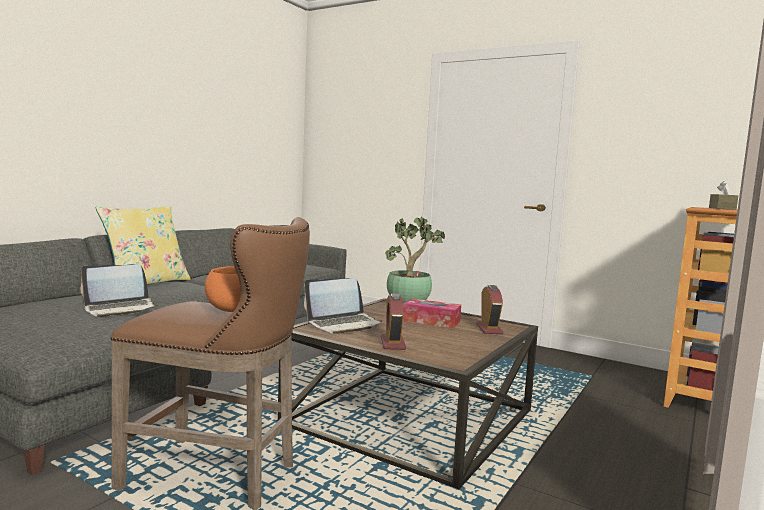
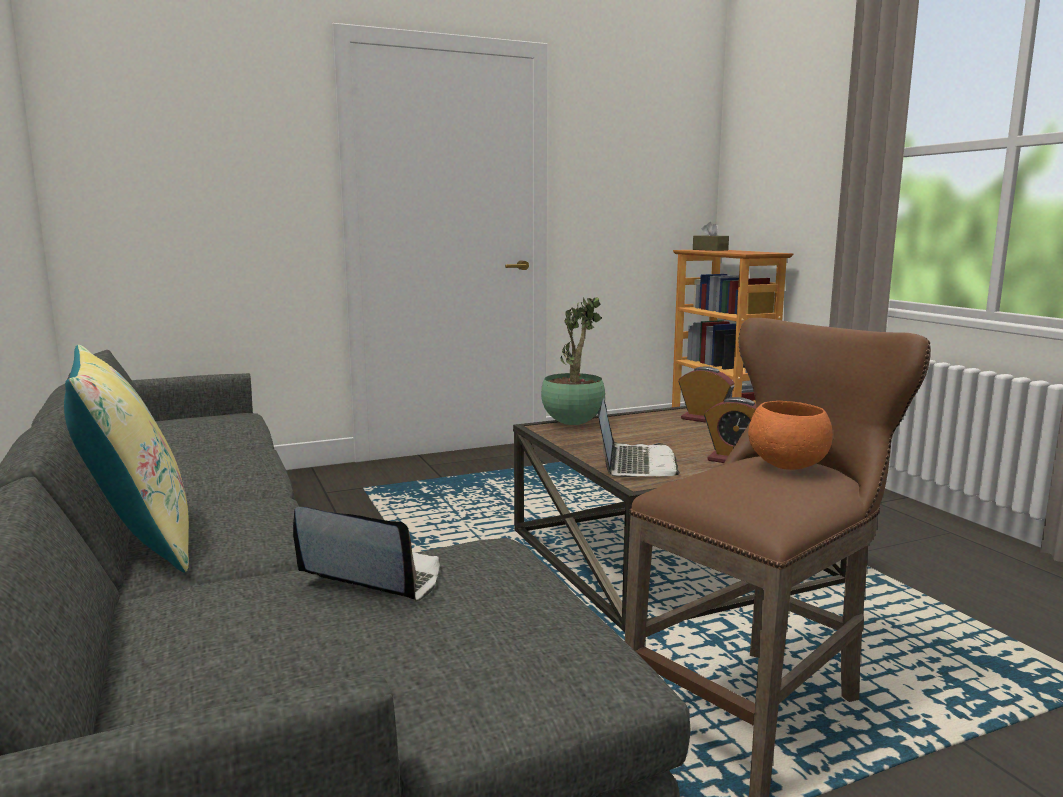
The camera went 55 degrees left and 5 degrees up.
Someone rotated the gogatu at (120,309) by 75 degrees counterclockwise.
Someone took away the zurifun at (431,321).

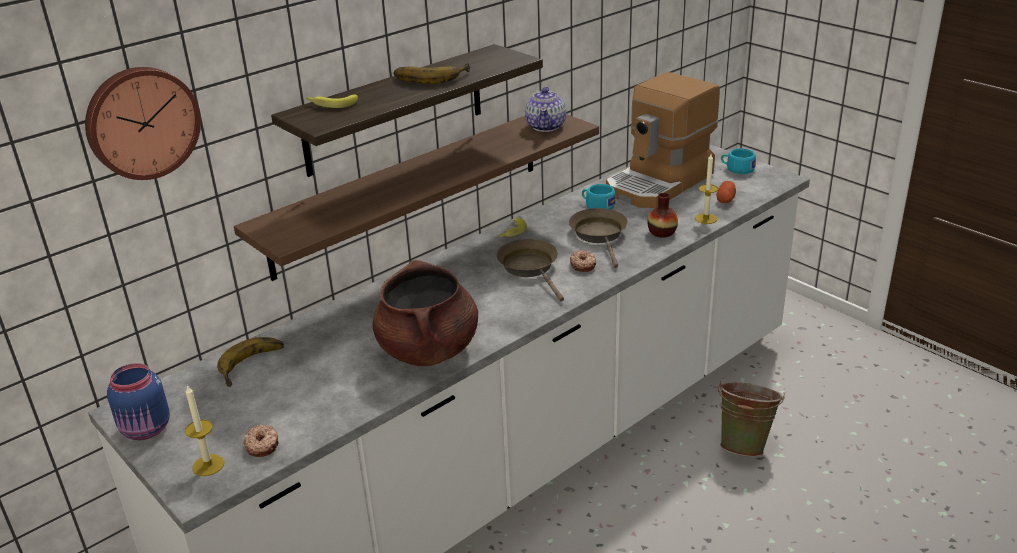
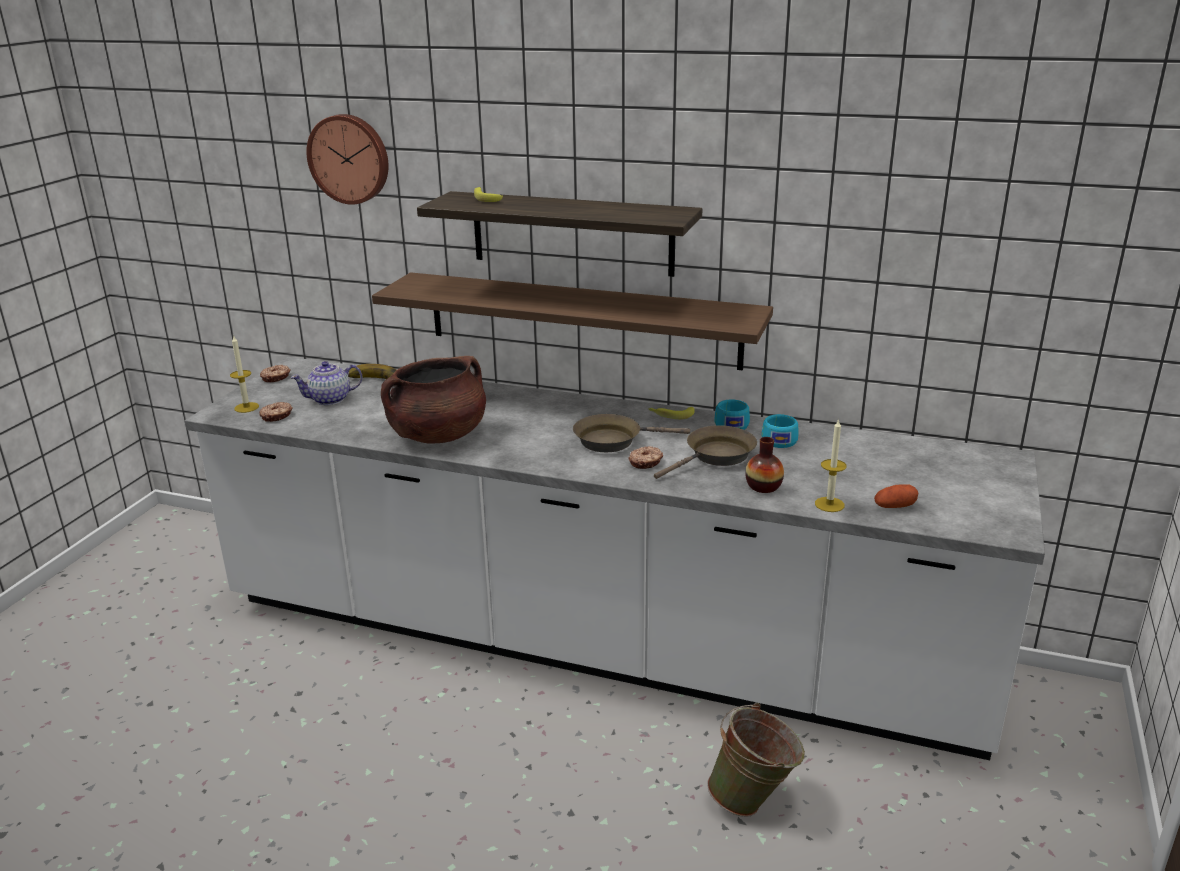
The camera went 60 degrees right and 5 degrees down.
Someone took away the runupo at (430,76).
Someone took away the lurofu at (660,183).
Someone carried the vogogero from (546,126) to (330,399).
Someone carried the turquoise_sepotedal from (737,169) to (731,424).
Someone rotated the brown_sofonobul at (530,268) by 135 degrees counterclockwise.
Someone swapped the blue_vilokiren at (147,430) for the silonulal at (276,378).

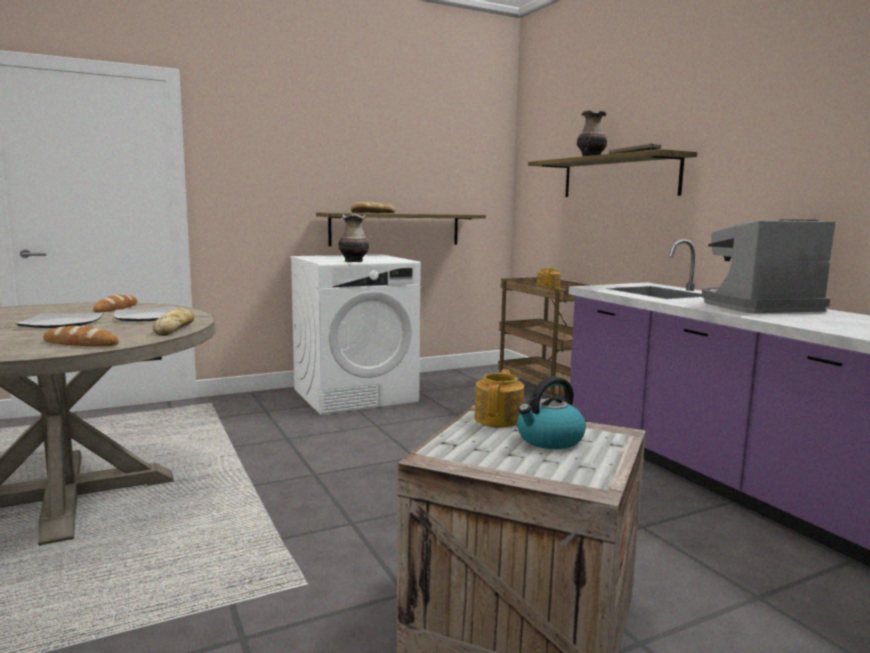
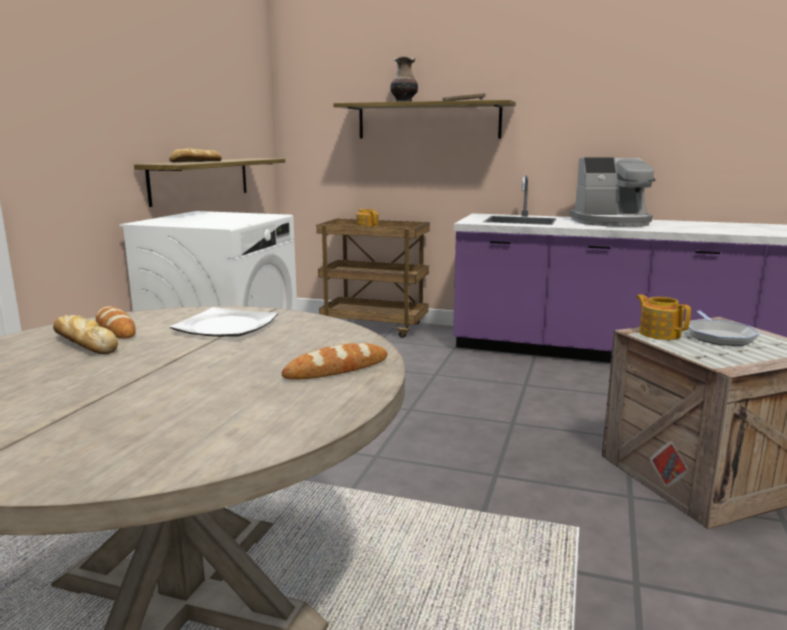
The camera went 45 degrees left and 5 degrees up.
Someone took away the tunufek at (354,261).
Someone rotated the lurofu at (758,306) by 120 degrees counterclockwise.
Someone carried the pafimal from (175,328) to (84,343).
Someone took away the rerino at (61,323).
Someone swapped the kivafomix at (549,440) for the sofonobul at (718,336).

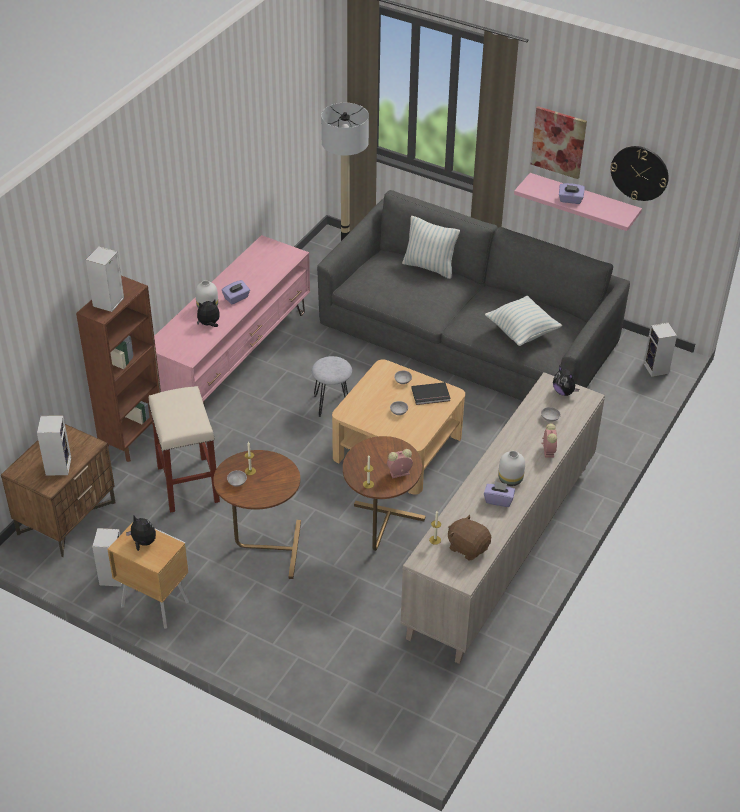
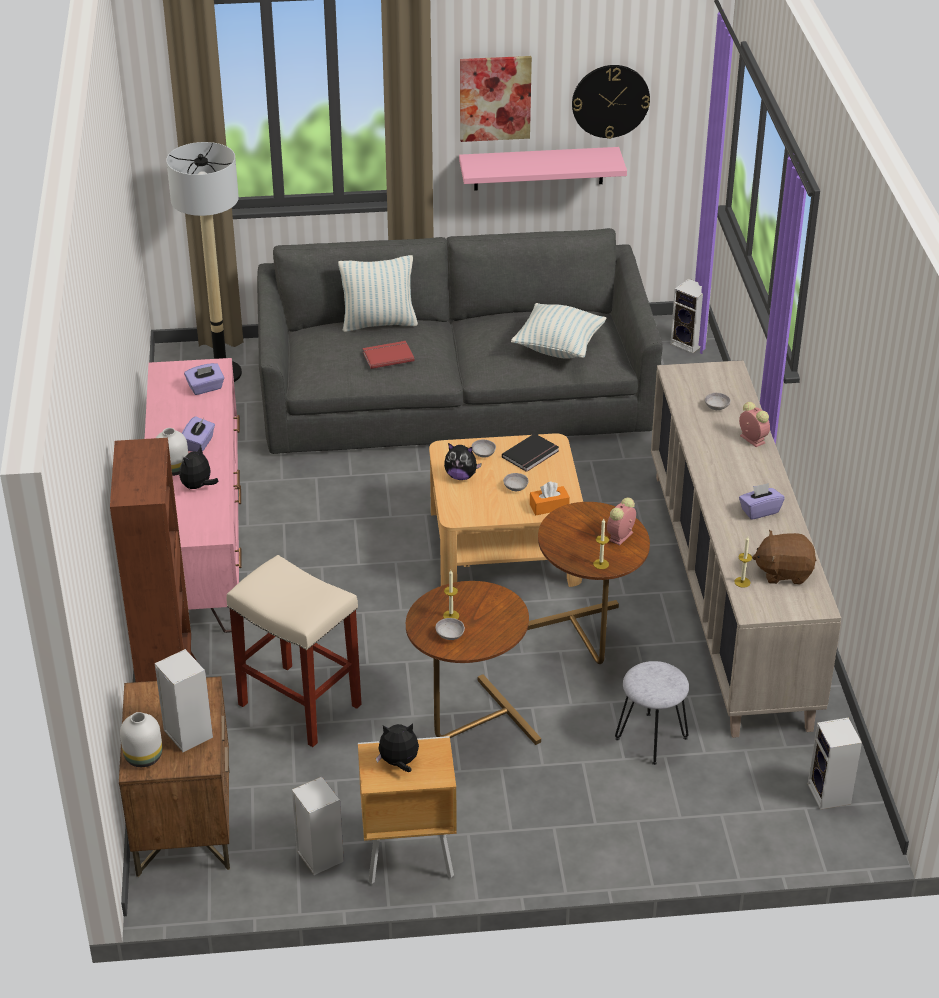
The camera went 35 degrees left and 5 degrees down.
Someone carried the purple_zurifun from (570,200) to (205,388).
Someone carried the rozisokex from (108,303) to (830,795).
Someone carried the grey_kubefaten from (331,404) to (651,738).
Someone carried the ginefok from (564,392) to (461,476).
Someone carried the white_tunufek from (510,480) to (143,758).
Someone put down the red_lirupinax at (387,356).
Someone put down the orange_zurifun at (549,506).

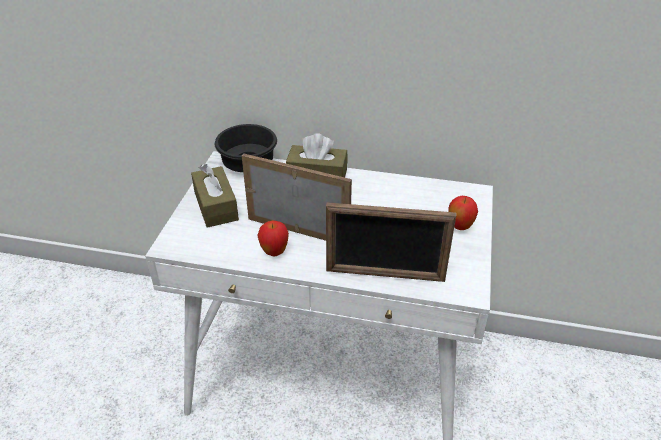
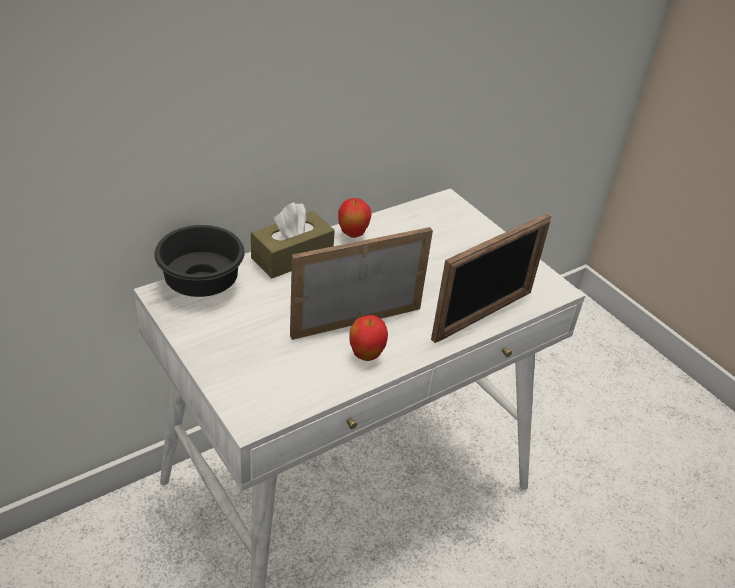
The camera went 50 degrees left and 0 degrees up.
Someone took away the brown_zurifun at (216,206).
Someone carried the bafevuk from (460,227) to (353,234).

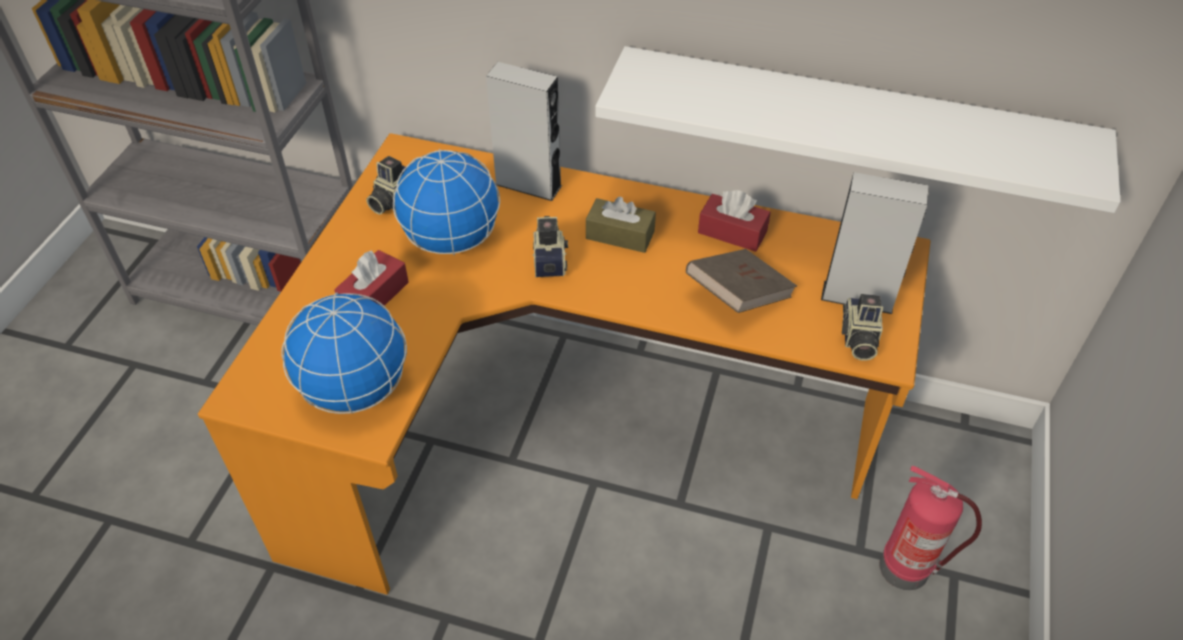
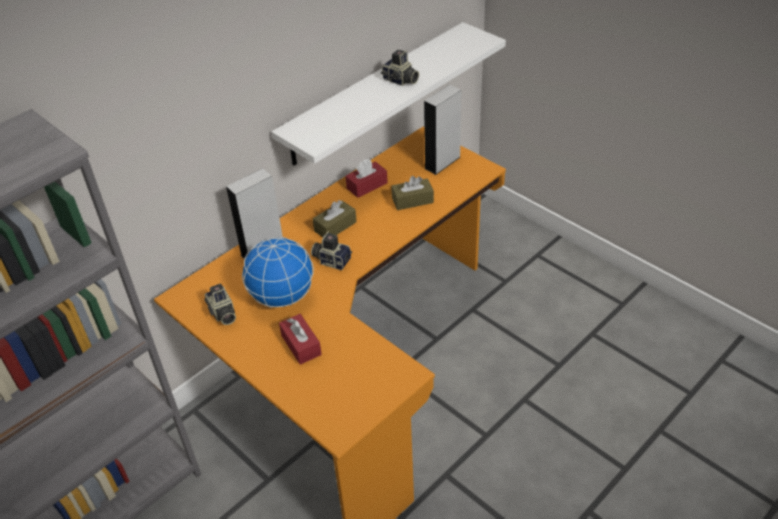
The camera went 60 degrees left and 5 degrees down.
Someone swapped the brown_lirupinax at (738,296) for the brown_zurifun at (412,200).
Someone took away the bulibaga at (355,389).
Someone carried the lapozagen from (858,339) to (400,80).
Someone took away the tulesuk at (907,568).

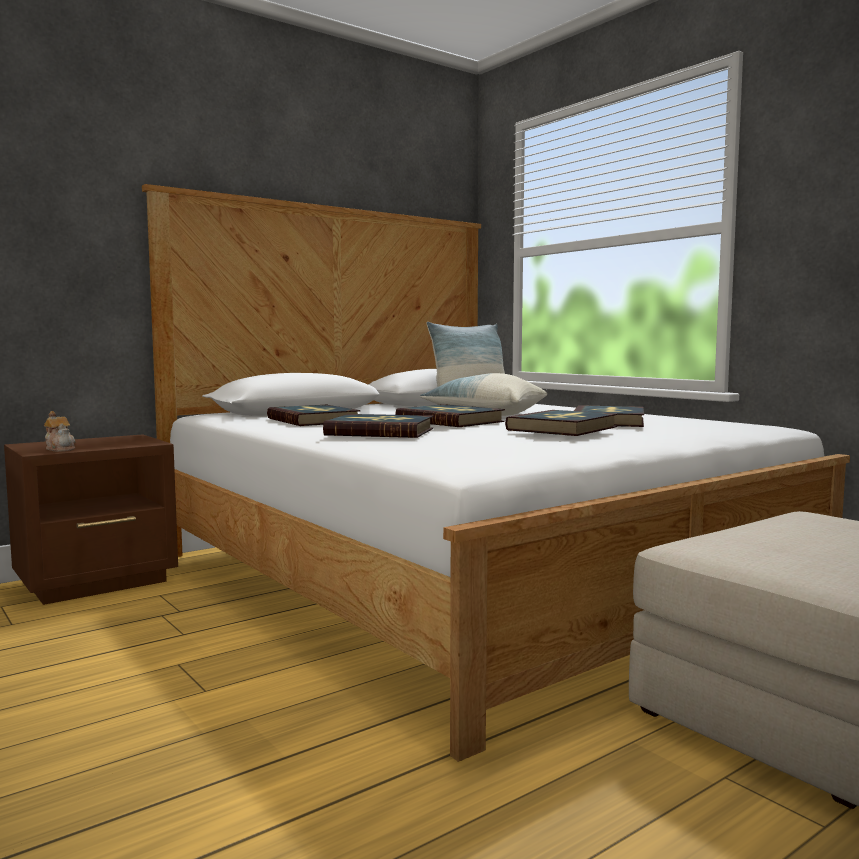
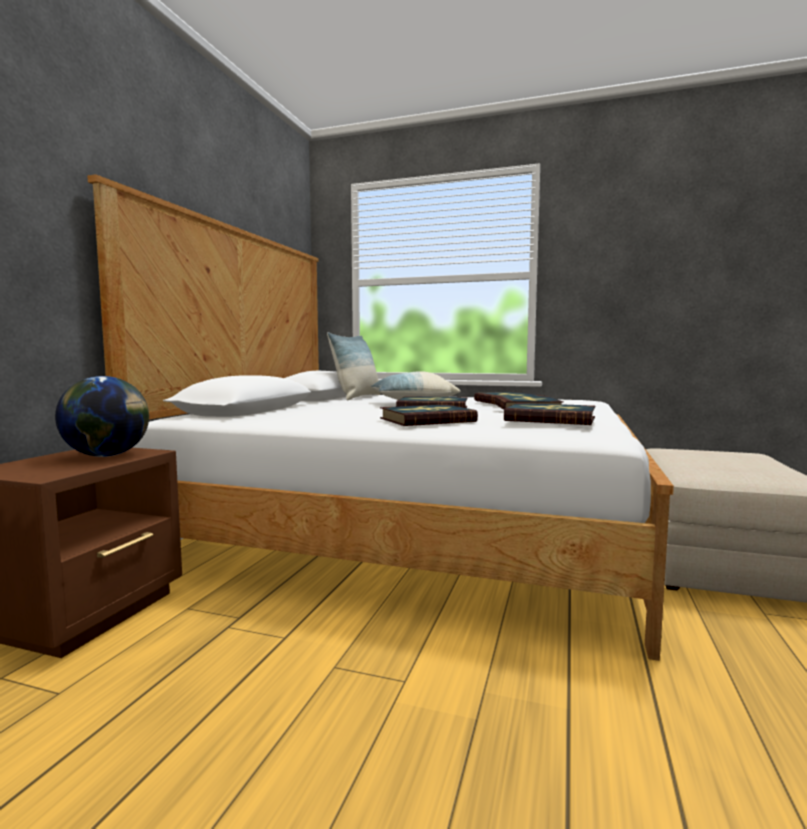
The camera went 35 degrees left and 0 degrees up.
Someone carried the lirupinax from (313,420) to (550,419).
Someone took away the vogogero at (60,449).
Someone put down the bulibaga at (107,455).

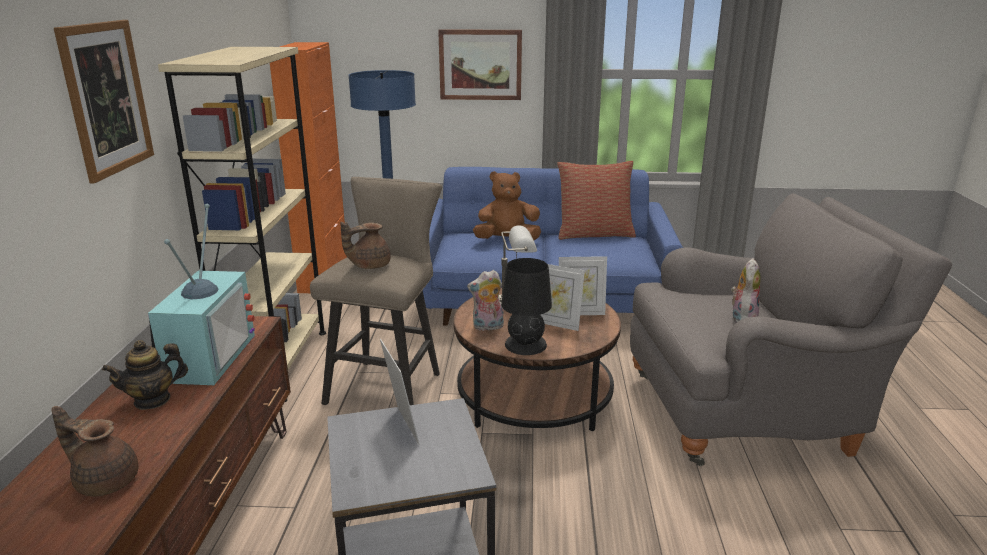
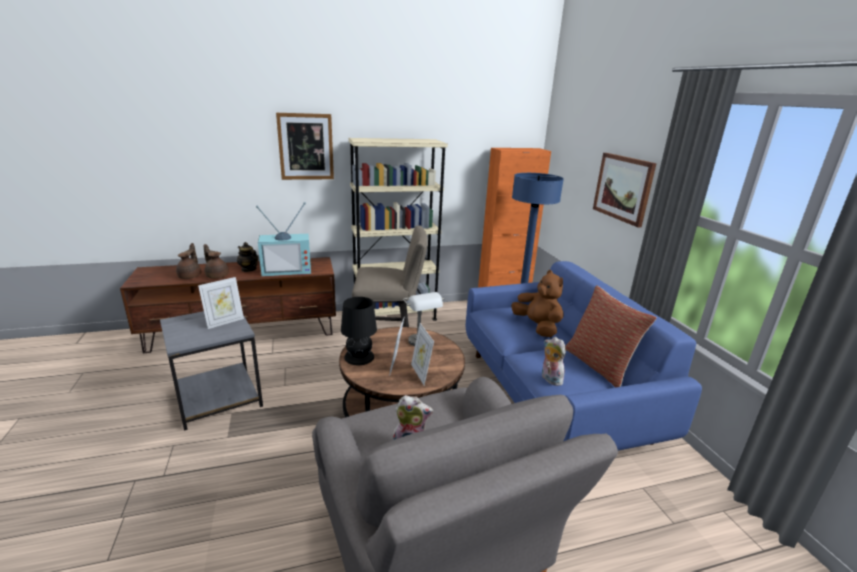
The camera went 70 degrees right and 0 degrees up.
Someone carried the brown_vogogero from (369,265) to (217,275).
Someone carried the ginefok from (487,327) to (549,379).

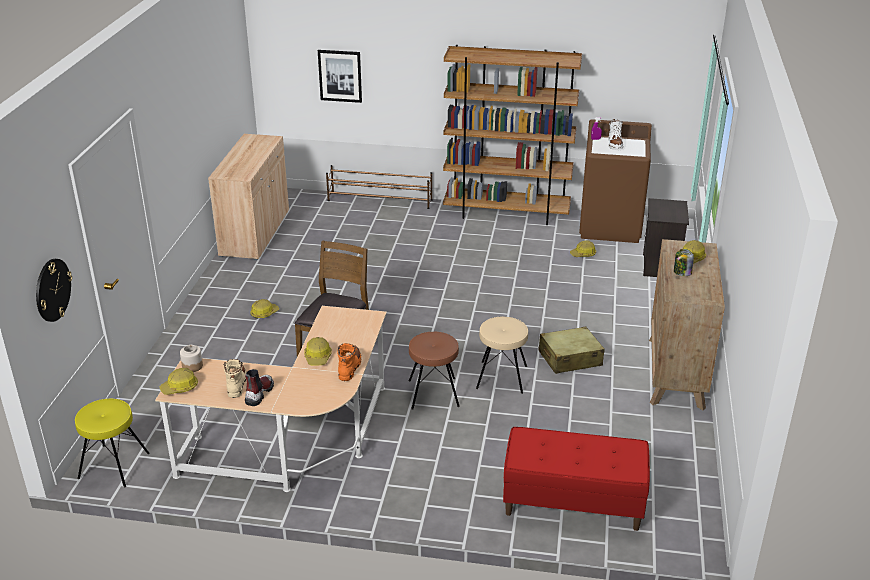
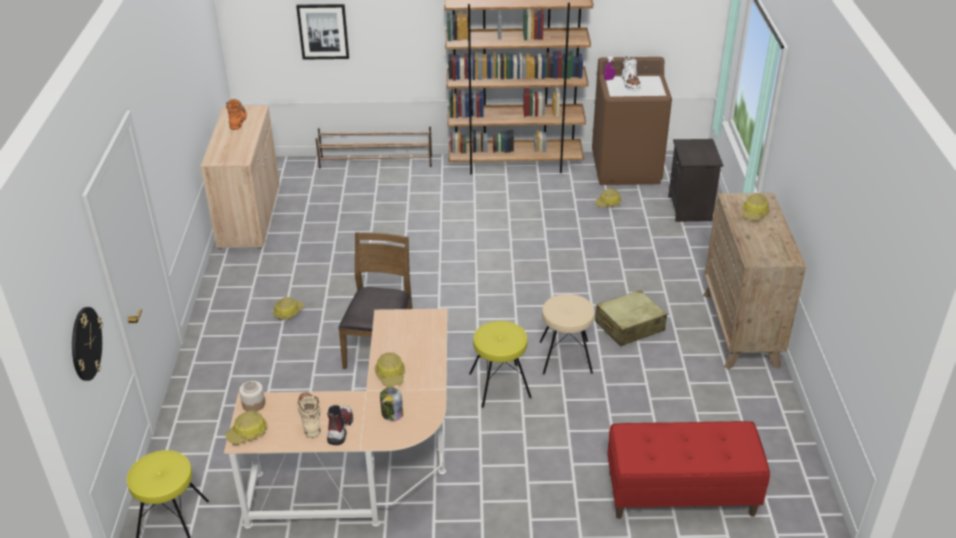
The camera went 10 degrees left and 5 degrees up.
Someone carried the vilokiren from (682,272) to (392,414).
Someone repainted the brown_kubefaten at (433,393), which became the yellow_kubefaten at (499,386).
Someone carried the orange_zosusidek from (349,367) to (238,121).

